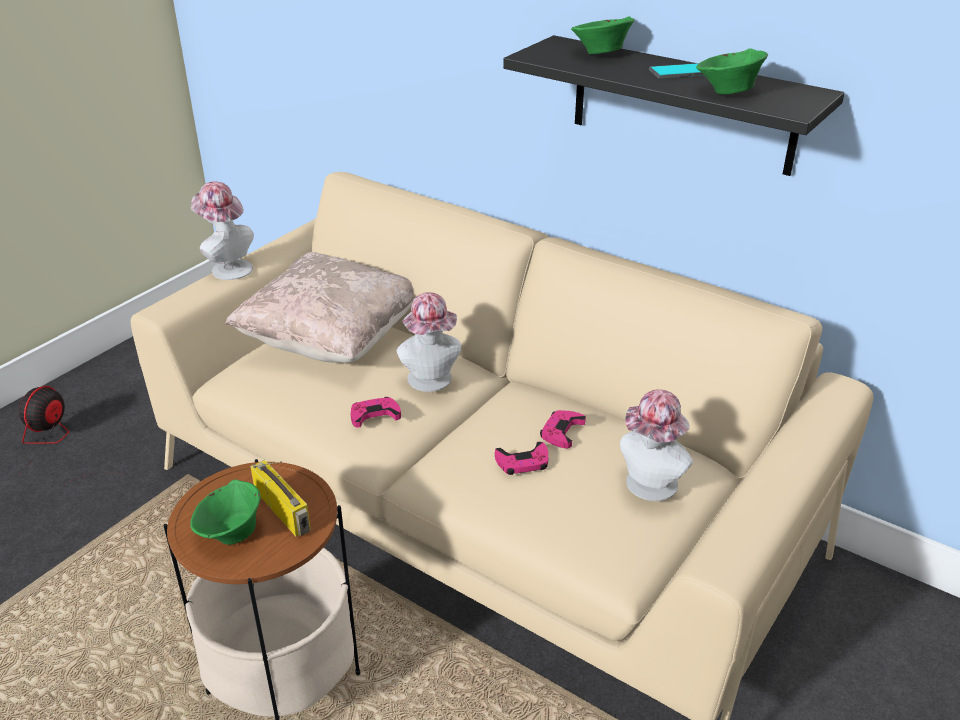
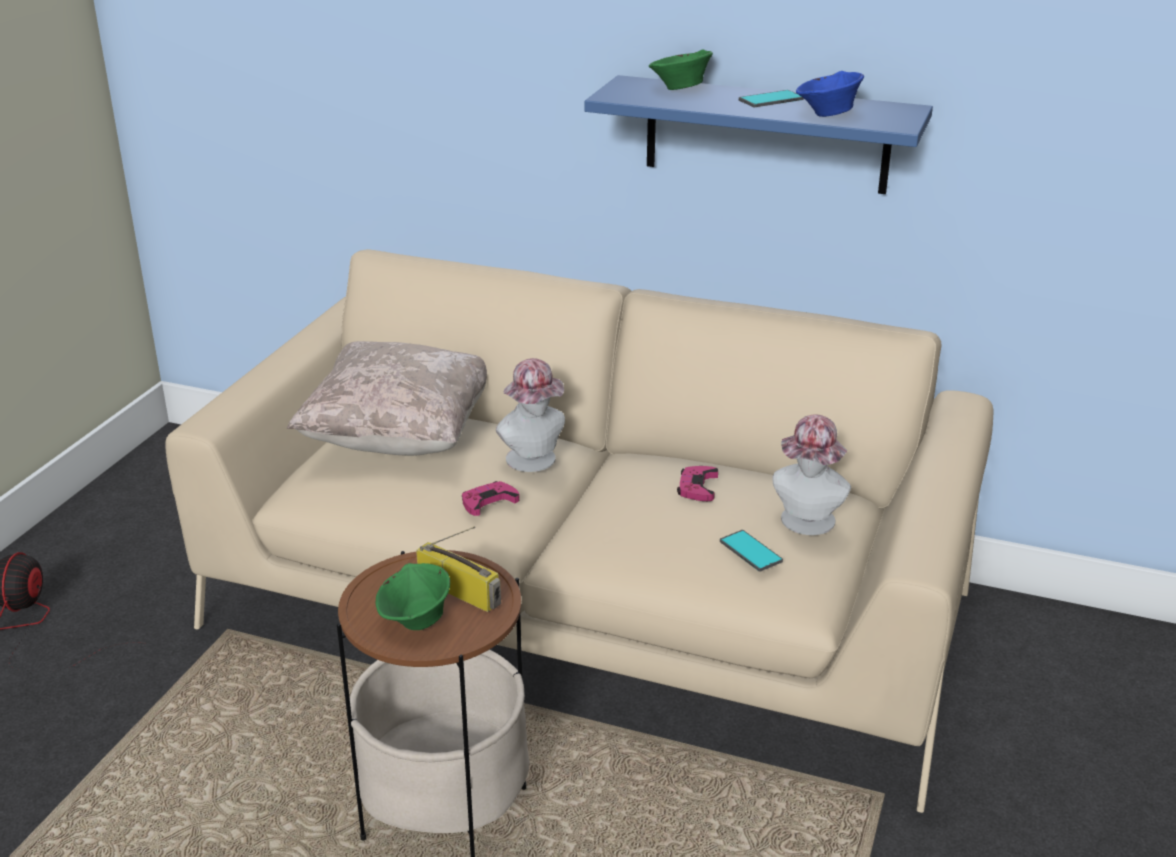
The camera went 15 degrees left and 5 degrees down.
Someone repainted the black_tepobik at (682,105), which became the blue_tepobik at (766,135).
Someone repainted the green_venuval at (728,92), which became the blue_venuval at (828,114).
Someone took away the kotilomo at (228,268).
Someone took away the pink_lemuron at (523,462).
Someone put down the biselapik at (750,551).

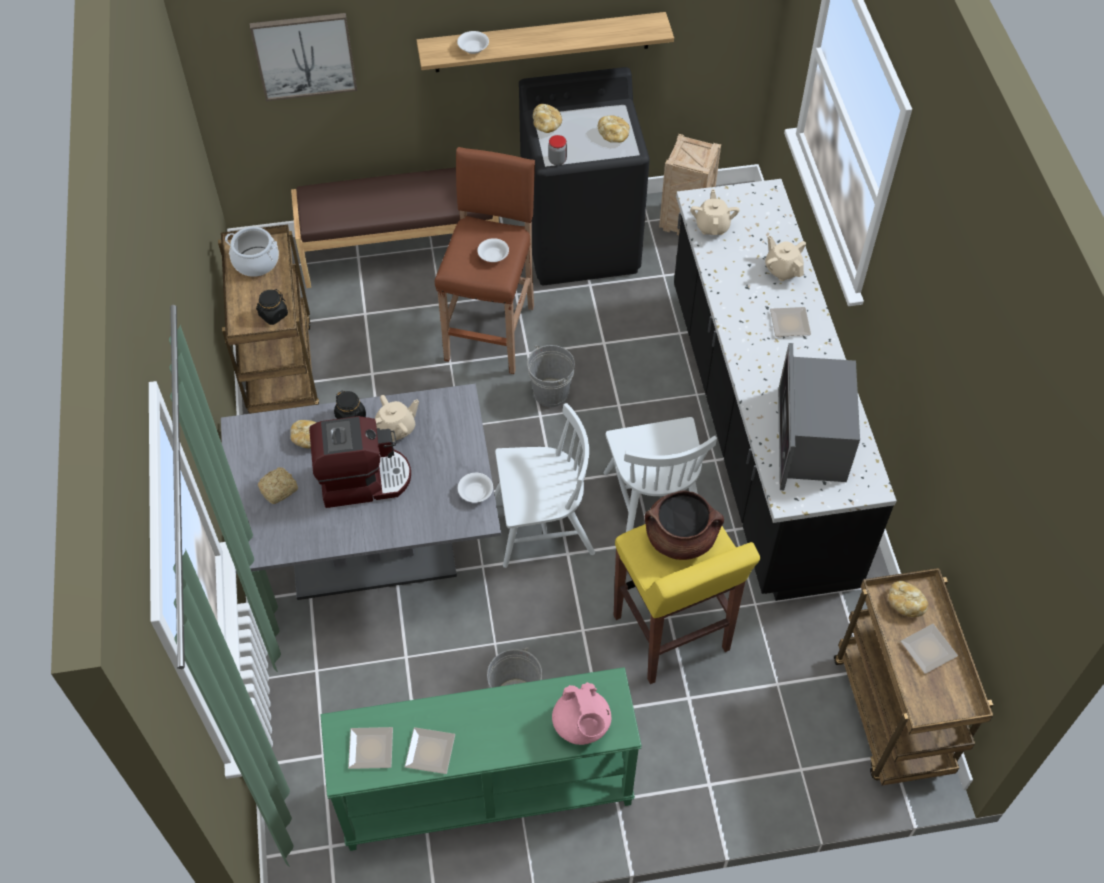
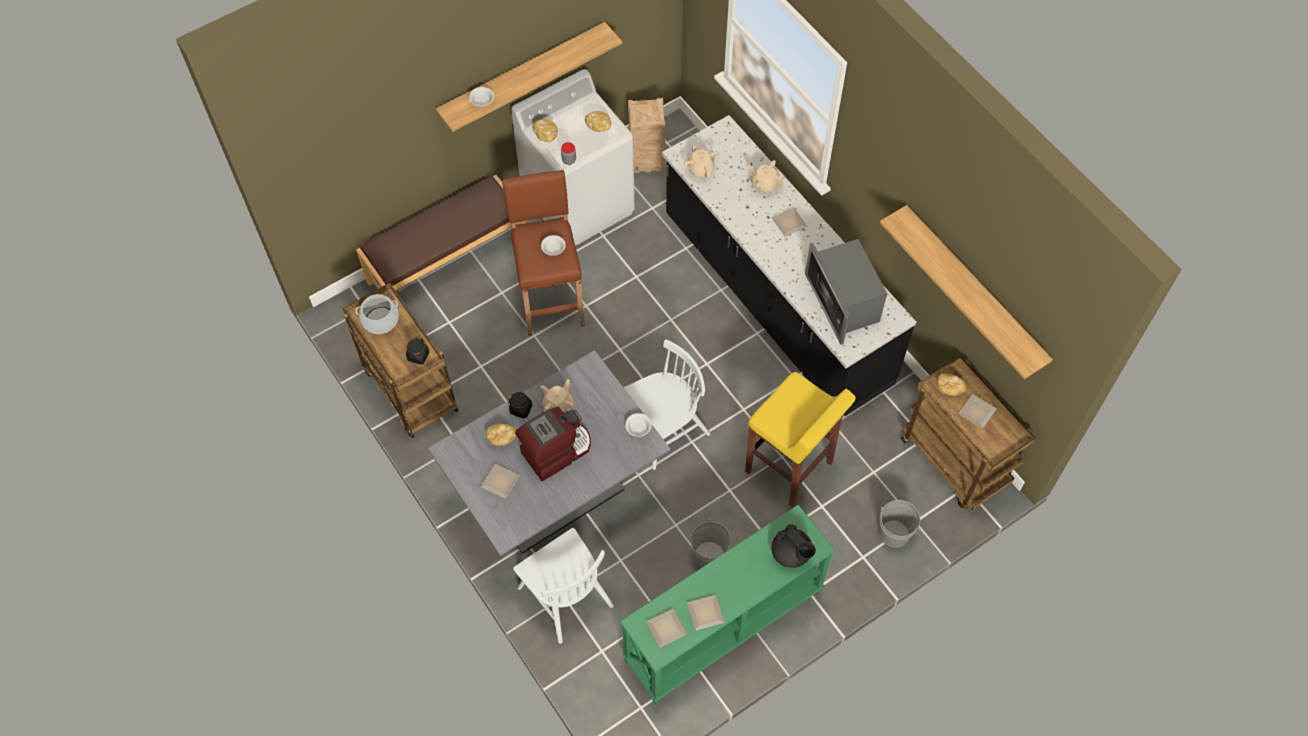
The camera went 25 degrees left and 5 degrees up.
Someone took away the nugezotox at (304,55).
Someone repainted the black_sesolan at (581,241), which became the white_sesolan at (579,204).
Someone carried the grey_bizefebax from (551,392) to (894,534).
Someone carried the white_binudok from (653,501) to (565,596).
Someone swapped the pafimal at (279,489) for the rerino at (501,481).
Someone took away the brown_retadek at (680,538).
Someone repainted the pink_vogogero at (581,725), which became the black_vogogero at (791,553).
Someone put up the tepobik at (974,289).

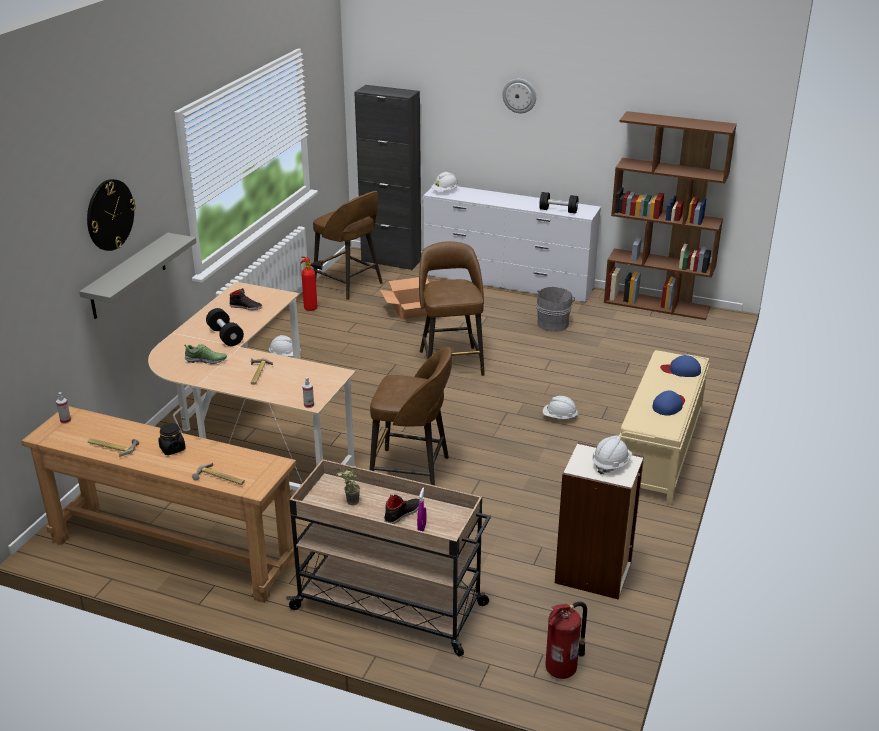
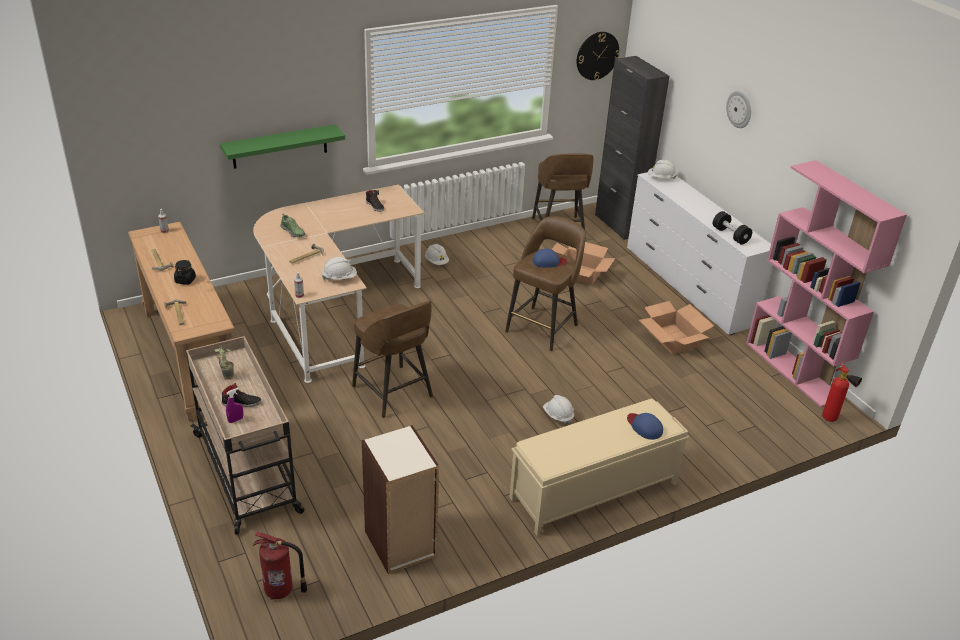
The camera went 40 degrees right and 5 degrees up.
Someone repainted the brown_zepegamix at (657,305), which became the pink_zepegamix at (794,370).
Someone carried the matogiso from (110,214) to (597,55).
Someone repainted the grey_tepobik at (128,276), which became the green_tepobik at (280,146).
Someone carried the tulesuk from (314,309) to (832,420).
Someone swapped the grey_bizefebax at (553,323) for the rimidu at (673,339).
Someone took away the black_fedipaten at (225,336).
Someone carried the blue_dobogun from (669,405) to (548,261).
Someone carried the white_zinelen from (610,464) to (340,278).

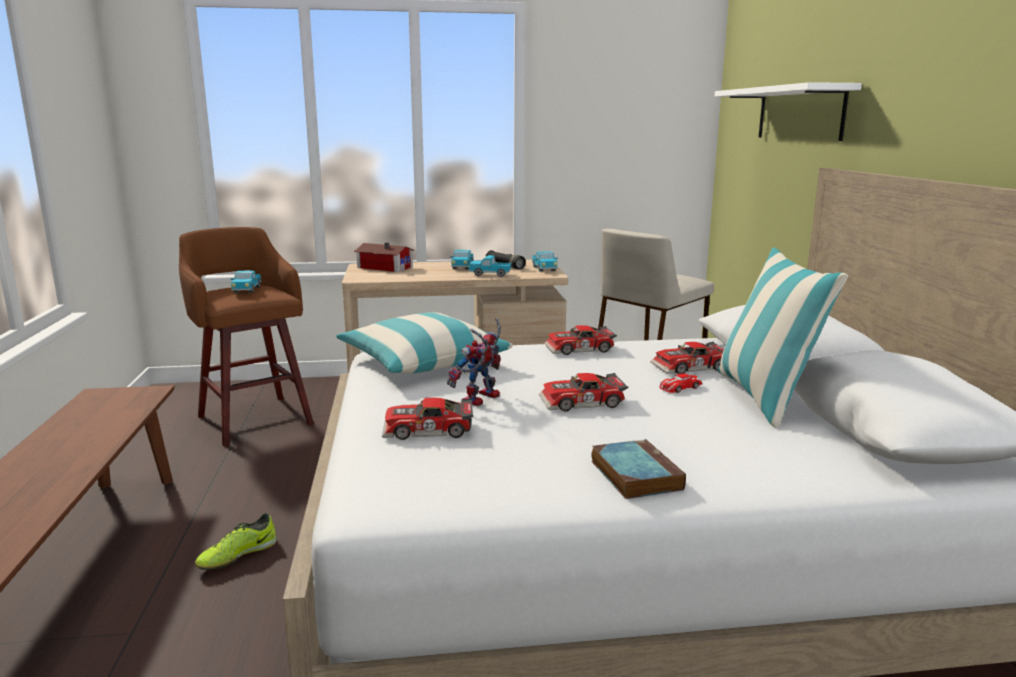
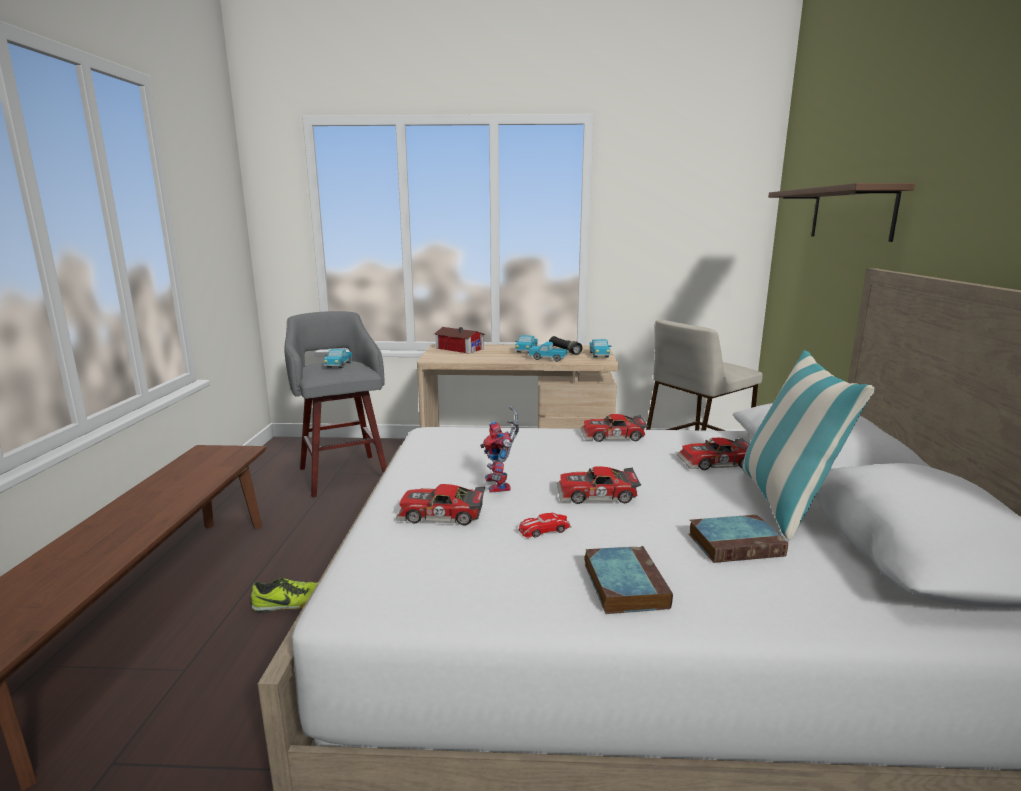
The camera went 10 degrees right and 0 degrees up.
Someone repainted the white_tepobik at (799,113), which became the brown_tepobik at (851,213).
Someone repainted the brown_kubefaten at (254,419), which became the grey_kubefaten at (343,474).
Someone took away the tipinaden at (423,361).
Someone rotated the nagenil at (480,400) by 60 degrees counterclockwise.
Someone carried the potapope from (679,387) to (543,529).
Someone rotated the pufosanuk at (237,556) by 150 degrees counterclockwise.
Someone put down the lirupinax at (736,544).

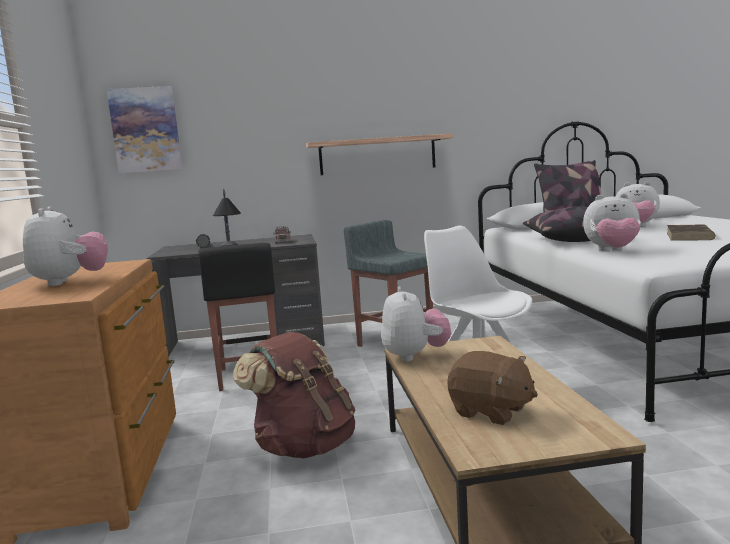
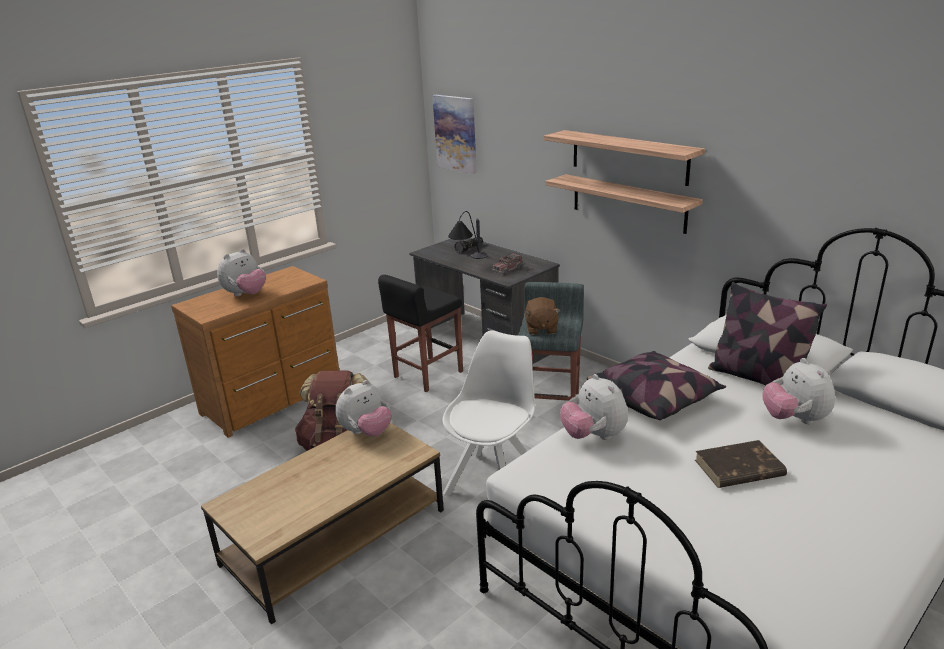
The camera went 55 degrees right and 15 degrees up.
Someone carried the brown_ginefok from (491,411) to (541,329).
Someone put up the tepobik at (628,157).

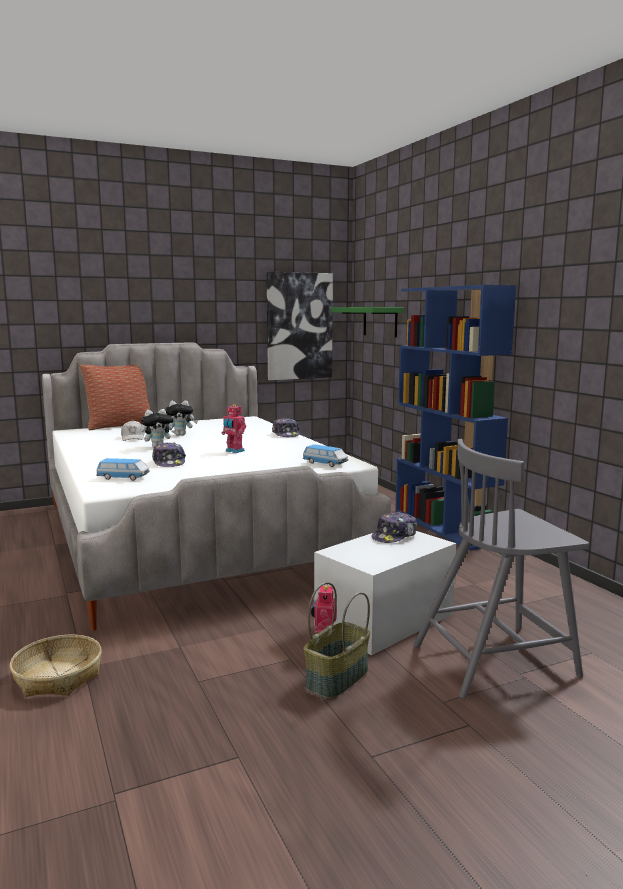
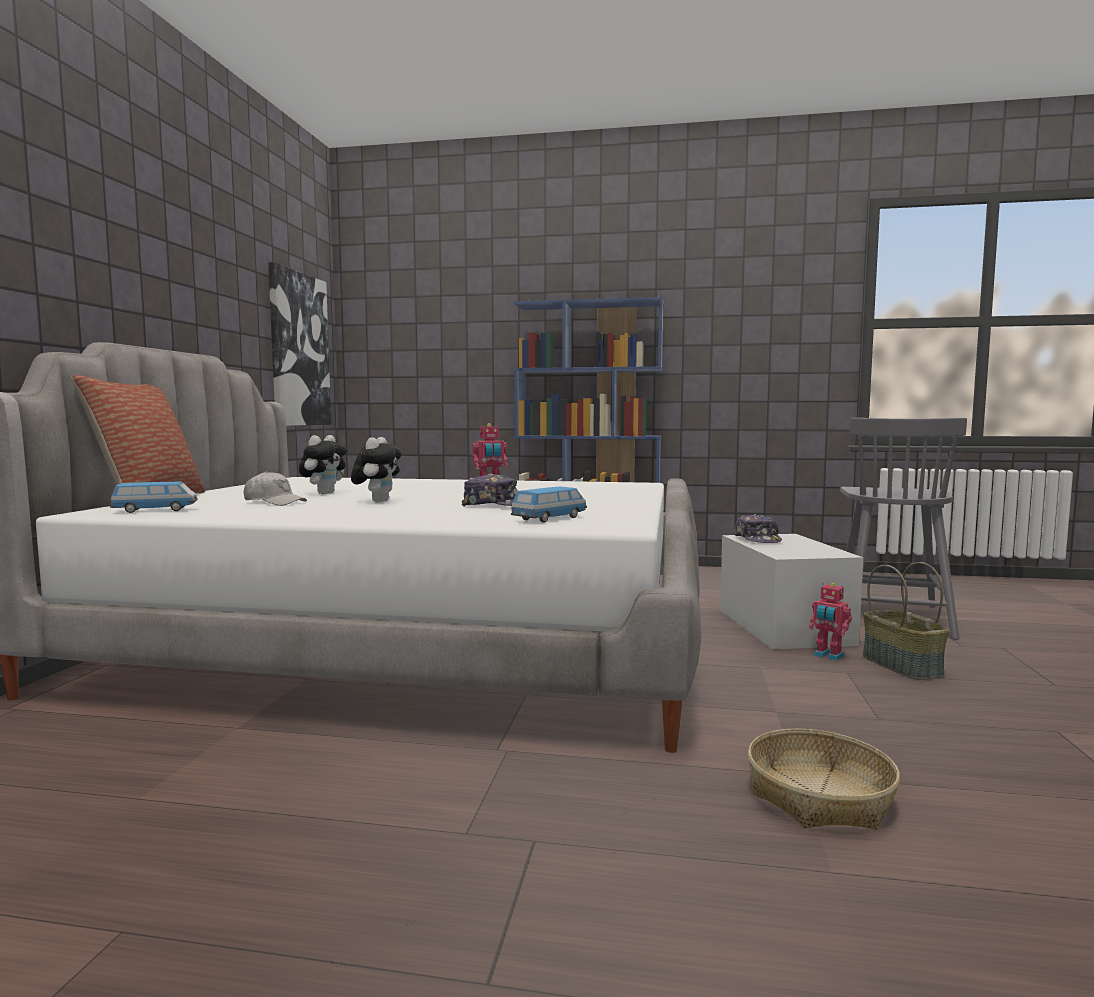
The camera went 55 degrees left and 5 degrees down.
Someone took away the green_tepobik at (380,321).
Someone took away the dobogun at (286,434).
Someone carried the potapope from (325,463) to (156,510).

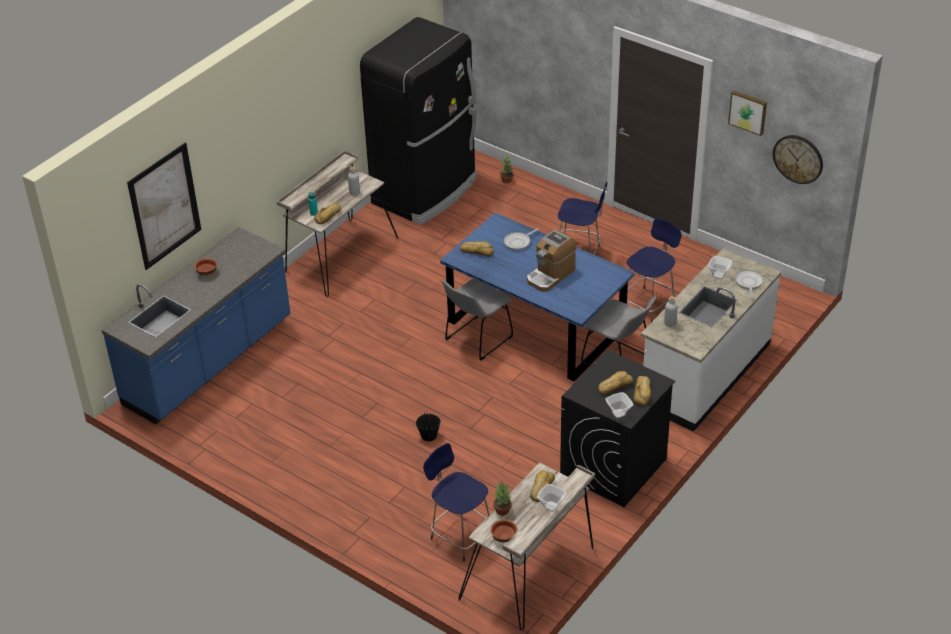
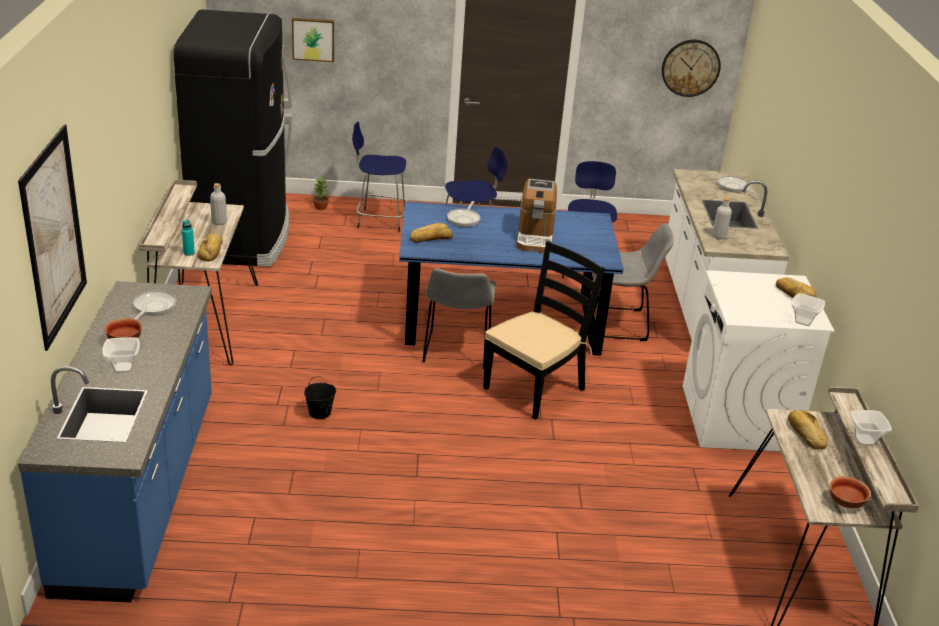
The camera went 40 degrees left and 10 degrees down.
Someone carried the nugezotox from (748,112) to (313,39).
Someone carried the venuval from (719,275) to (124,368).
Someone repainted the black_sesolan at (613,467), which became the white_sesolan at (738,418).
Someone took away the pafimal at (614,386).
Someone carried the black_bizefebax from (428,435) to (320,413).
Someone carried the blue_kubefaten from (460,535) to (379,220).
Someone took away the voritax at (502,510).
Someone put down the black_binudok at (534,388).
Someone put down the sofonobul at (153,307).

